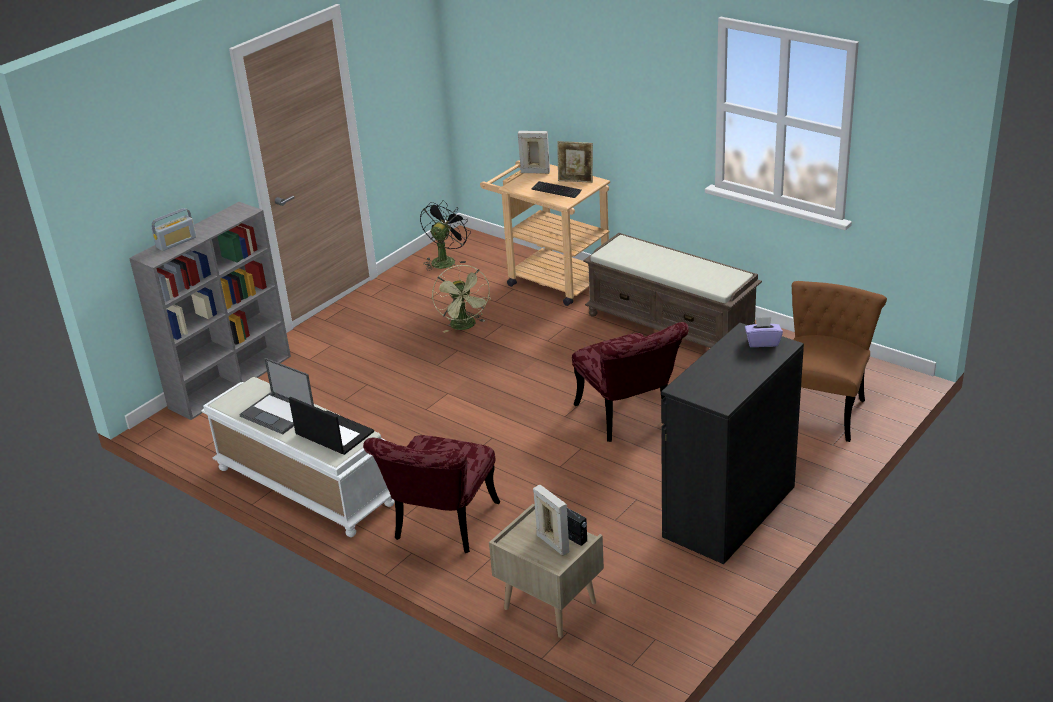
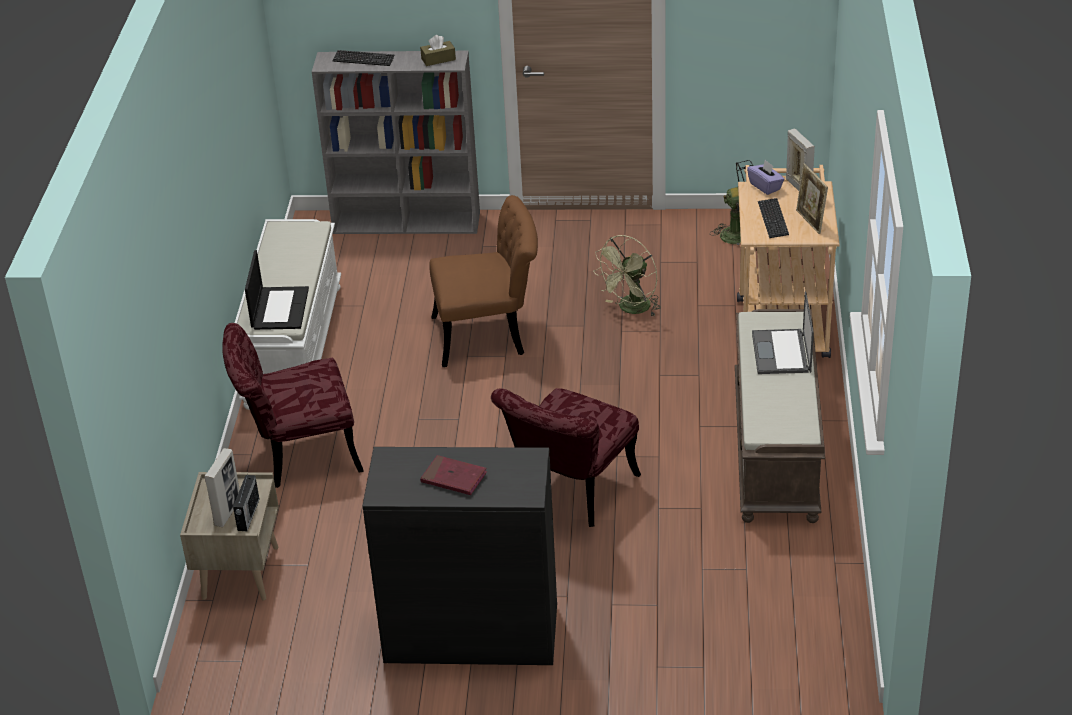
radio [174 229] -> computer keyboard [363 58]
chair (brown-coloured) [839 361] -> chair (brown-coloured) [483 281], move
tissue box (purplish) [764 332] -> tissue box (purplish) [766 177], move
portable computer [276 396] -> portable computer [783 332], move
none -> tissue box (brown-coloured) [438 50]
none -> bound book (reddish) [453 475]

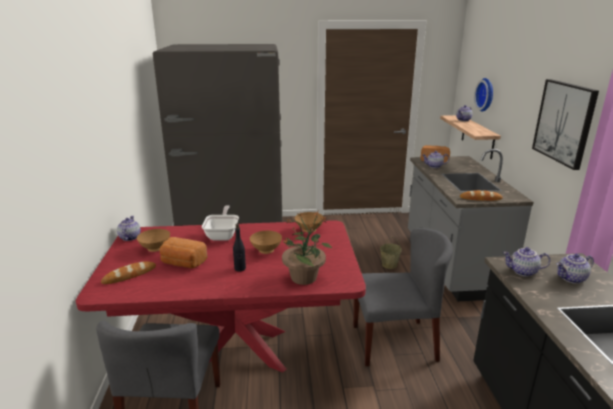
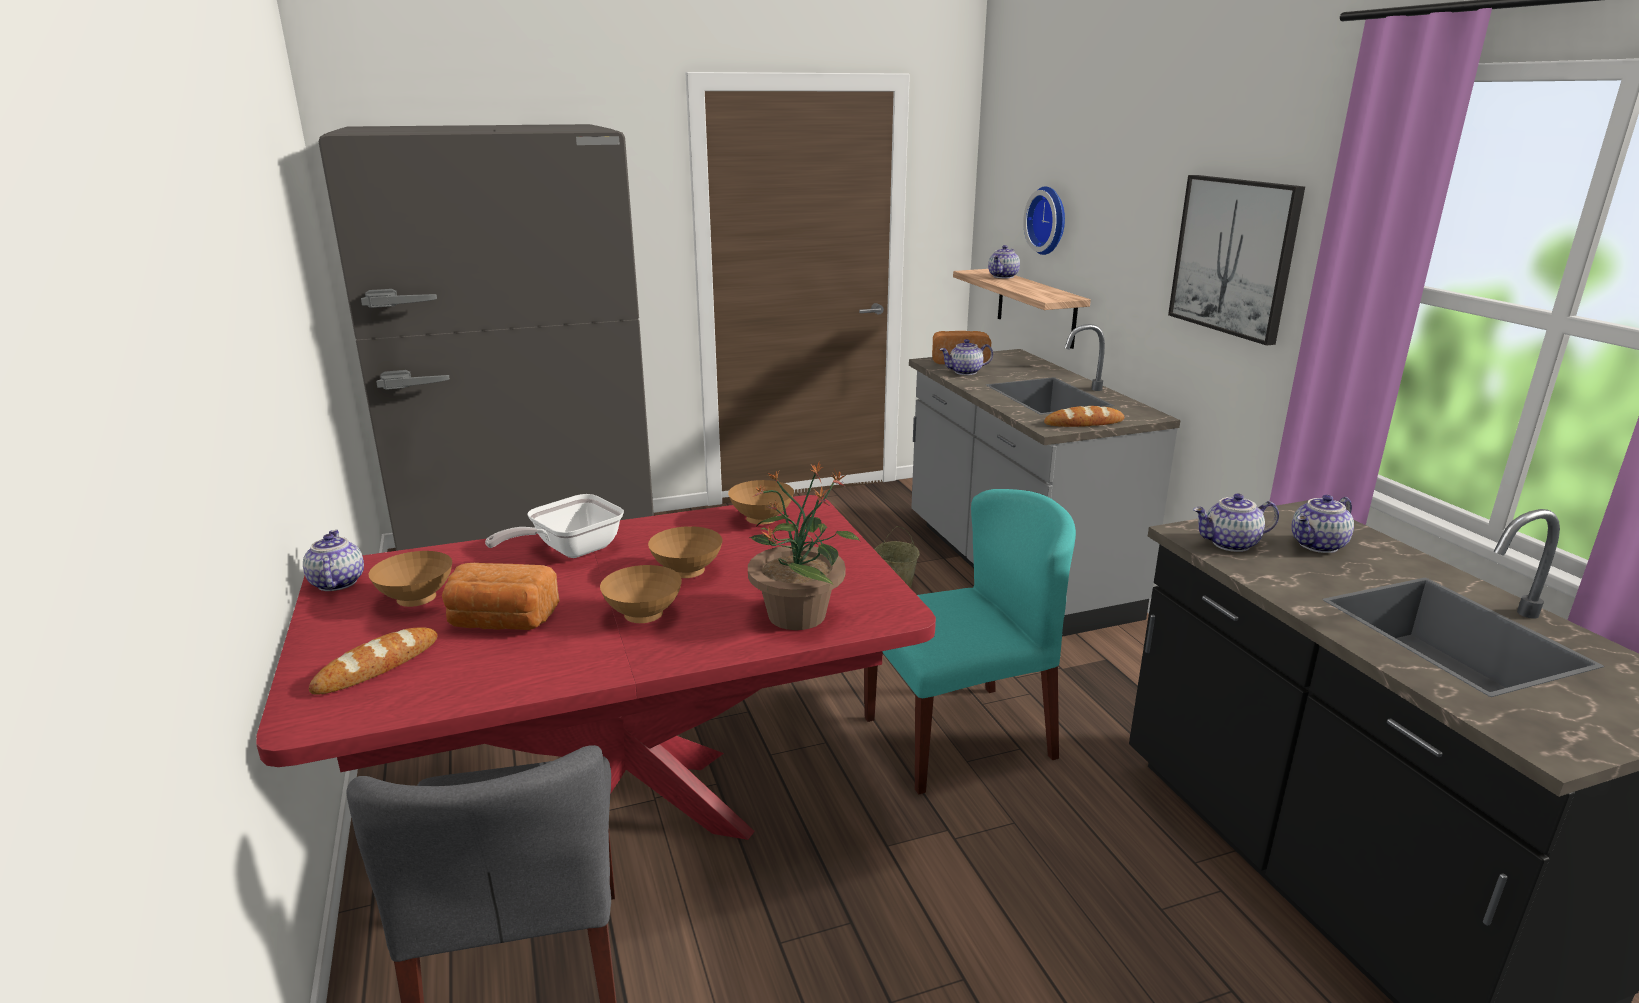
pan [220 223] -> pan [554 526], 120 degrees counterclockwise
bottle (black) [239 247] -> deep dish (brown-coloured) [641 594]
chair (gray) [403 297] -> chair (blue-green) [970 642]

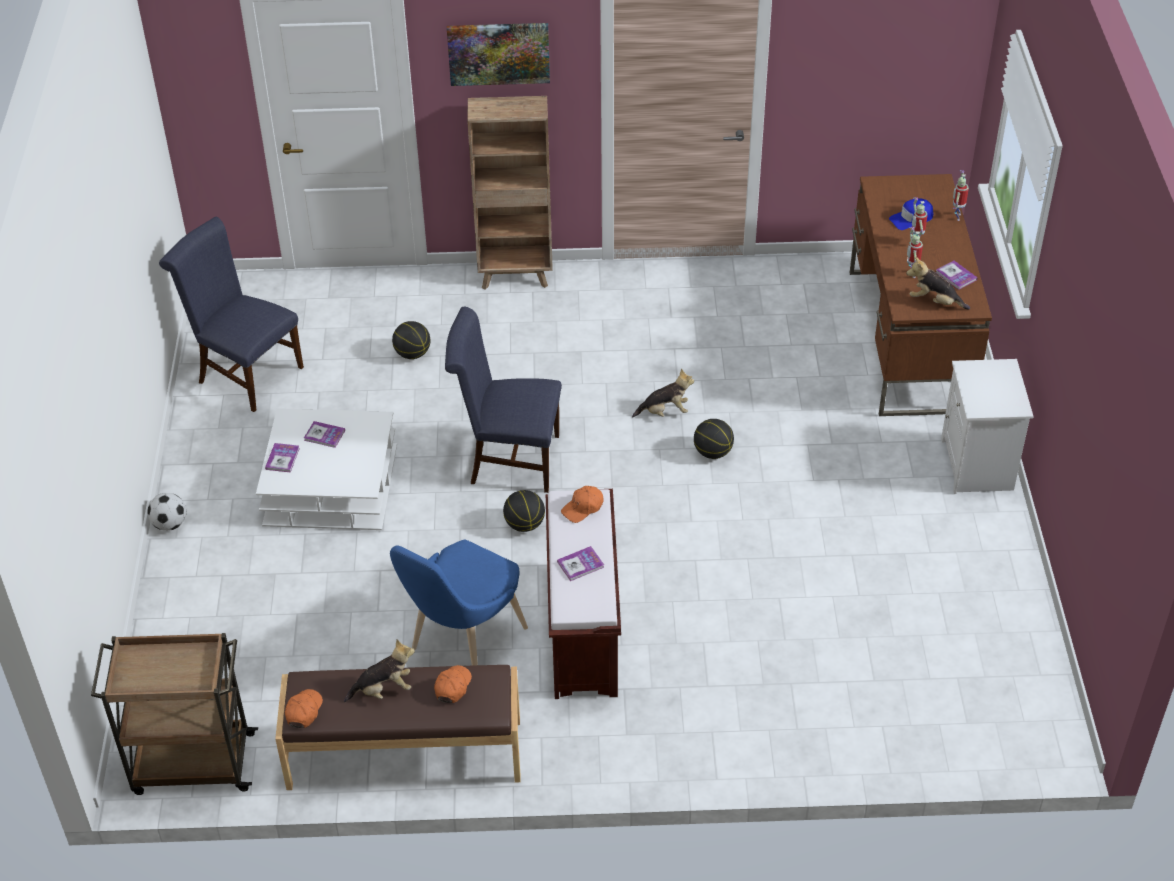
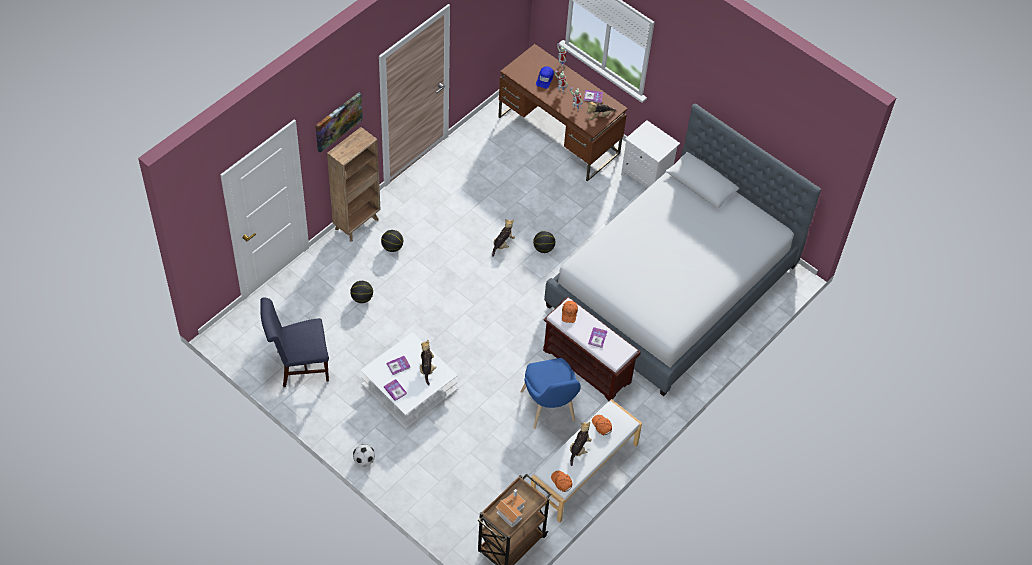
chair (bluish) [503 400] -> none
ball for basketball [524 511] -> ball for basketball [392 241], move
bench (brown-coloured) [398 727] -> bench (whitish) [586 460]
none -> sleeping bed [682 250]
none -> plush toy [428 362]
none -> miniature house [511 508]

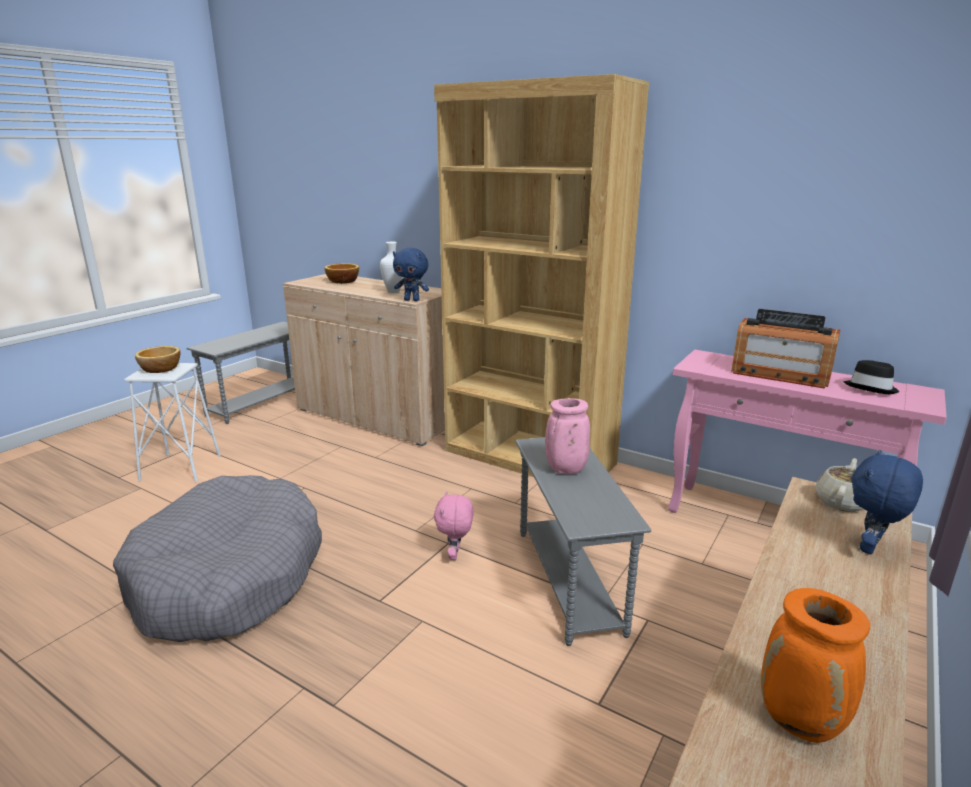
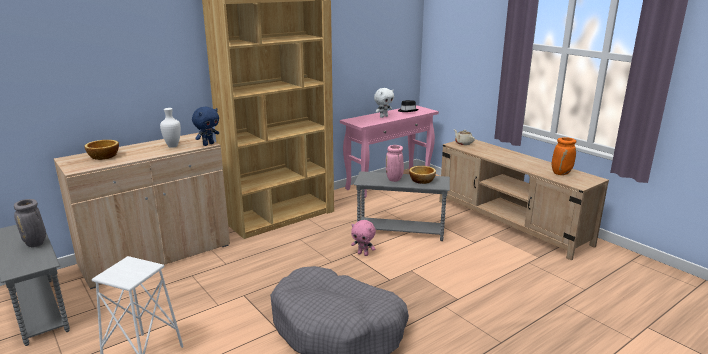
radio [785 349] -> plush toy (whitish) [384 103]
deep dish [158 359] -> deep dish [422 175], move
plush toy (bluish) [887 502] -> none
none -> flower vase (gray) [30 223]

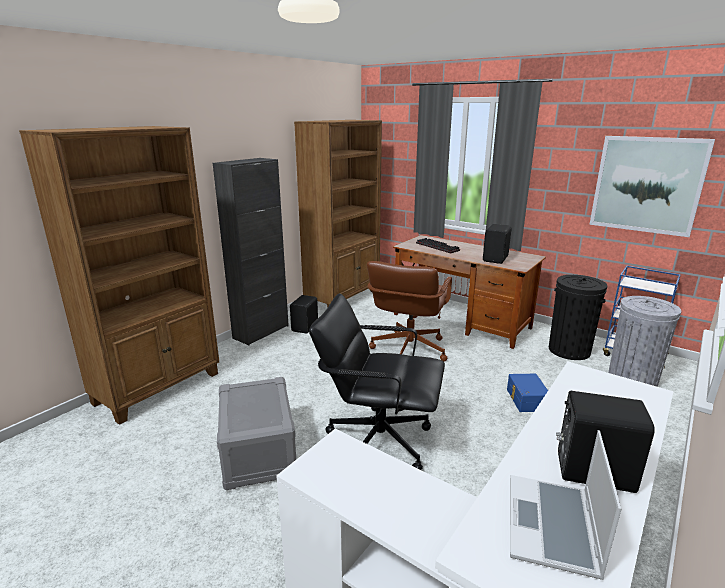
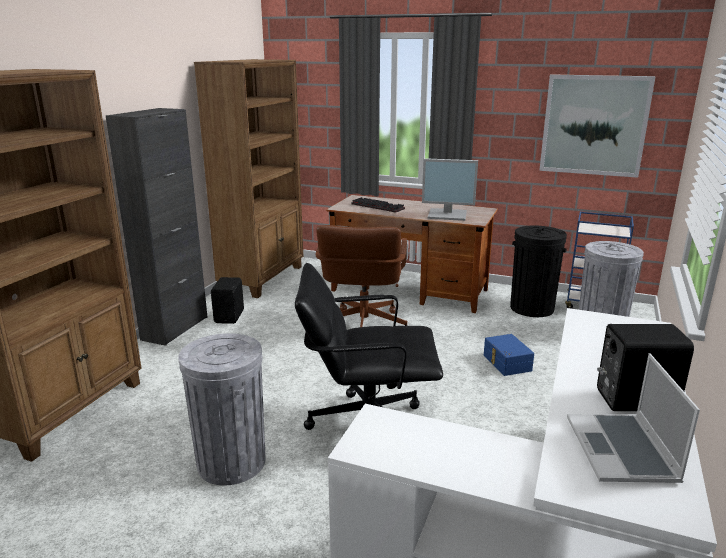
loudspeaker (black) [497 244] -> computer screen [450 189]
storage box (gray) [256 433] -> trash can (gray) [221 409]

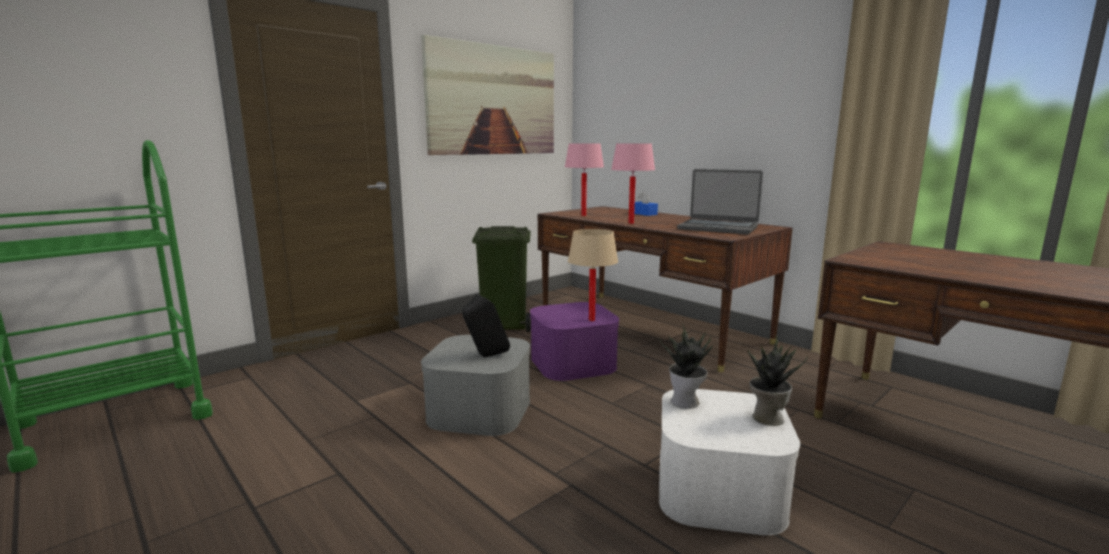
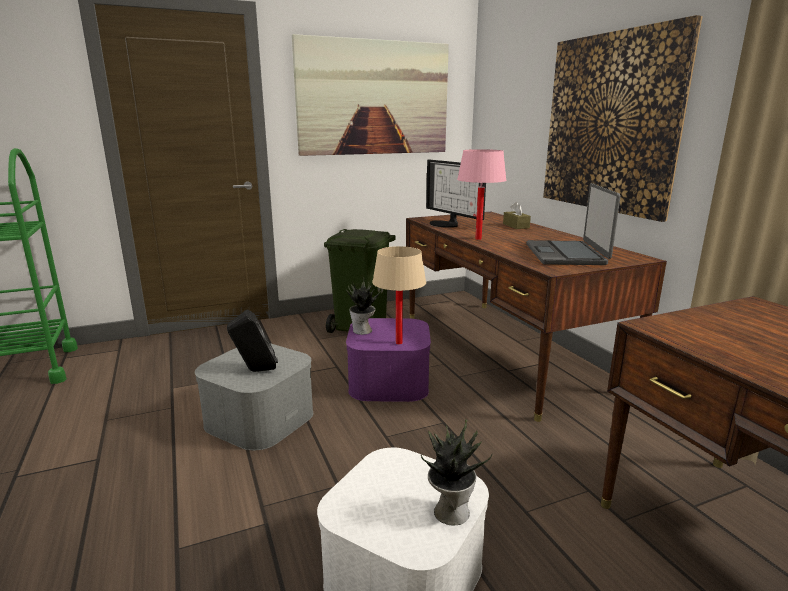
tabletop lamp (pink) [584 179] -> computer screen [456 194]
portable computer [720 202] -> portable computer [573 224], 45 degrees clockwise
tissue box (bluish) [646 204] -> tissue box (brown-coloured) [517 215]
houseplant [686 366] -> houseplant [364 307], move
none -> wall art [623 118]

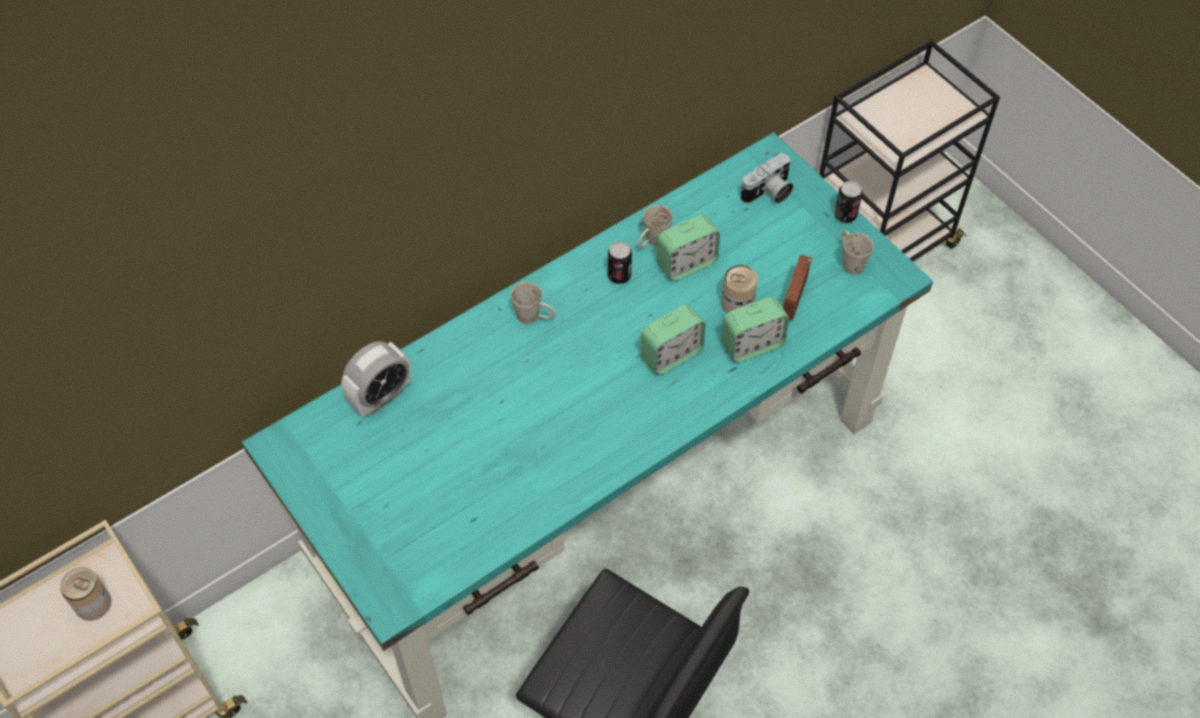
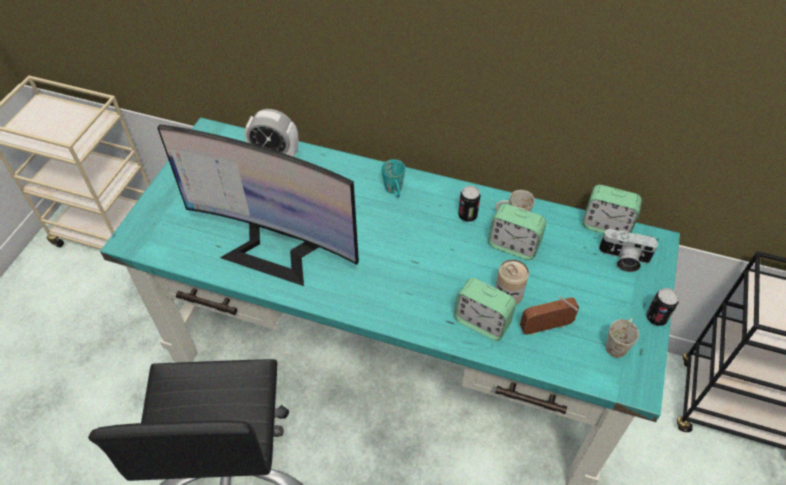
tea mug (whitish) [533 303] -> tea mug (blue-green) [393 178]
bedside clock [673 339] -> bedside clock [612 209], move
can [85 594] -> none
none -> computer screen [258 205]

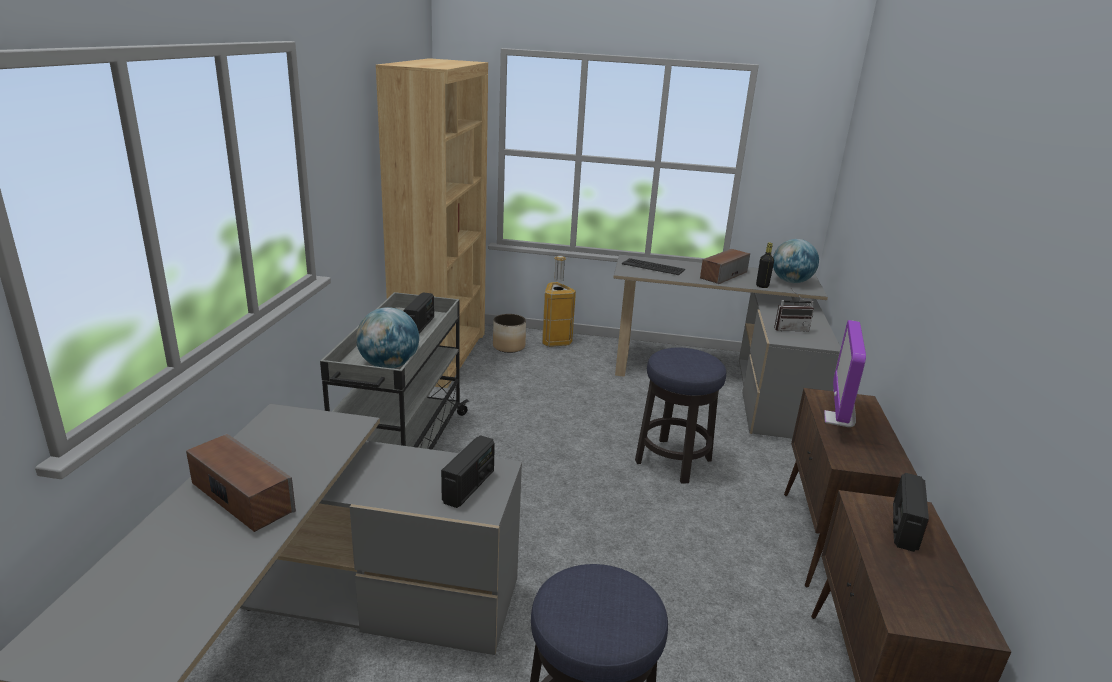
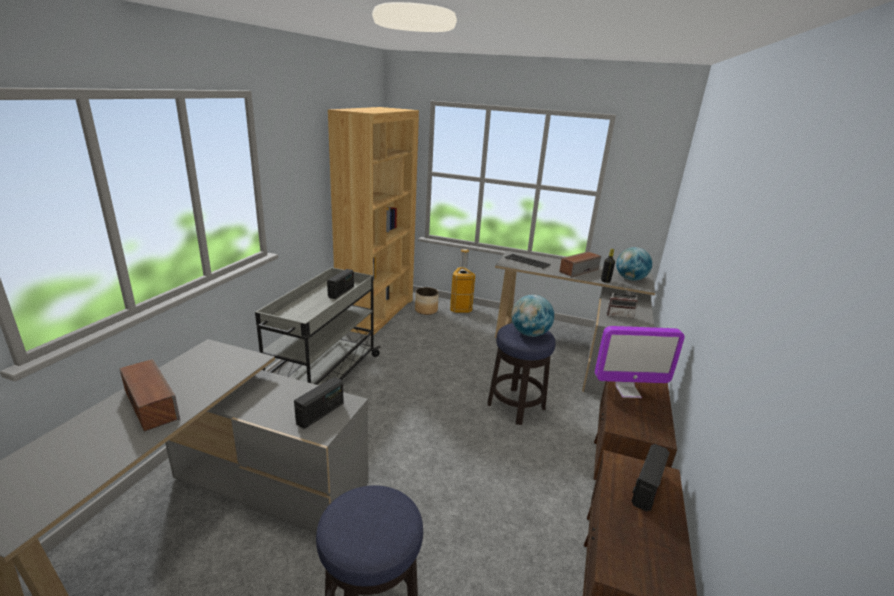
desk globe [387 338] -> desk globe [533 316], move
computer screen [845 373] -> computer screen [639 362], 120 degrees counterclockwise

